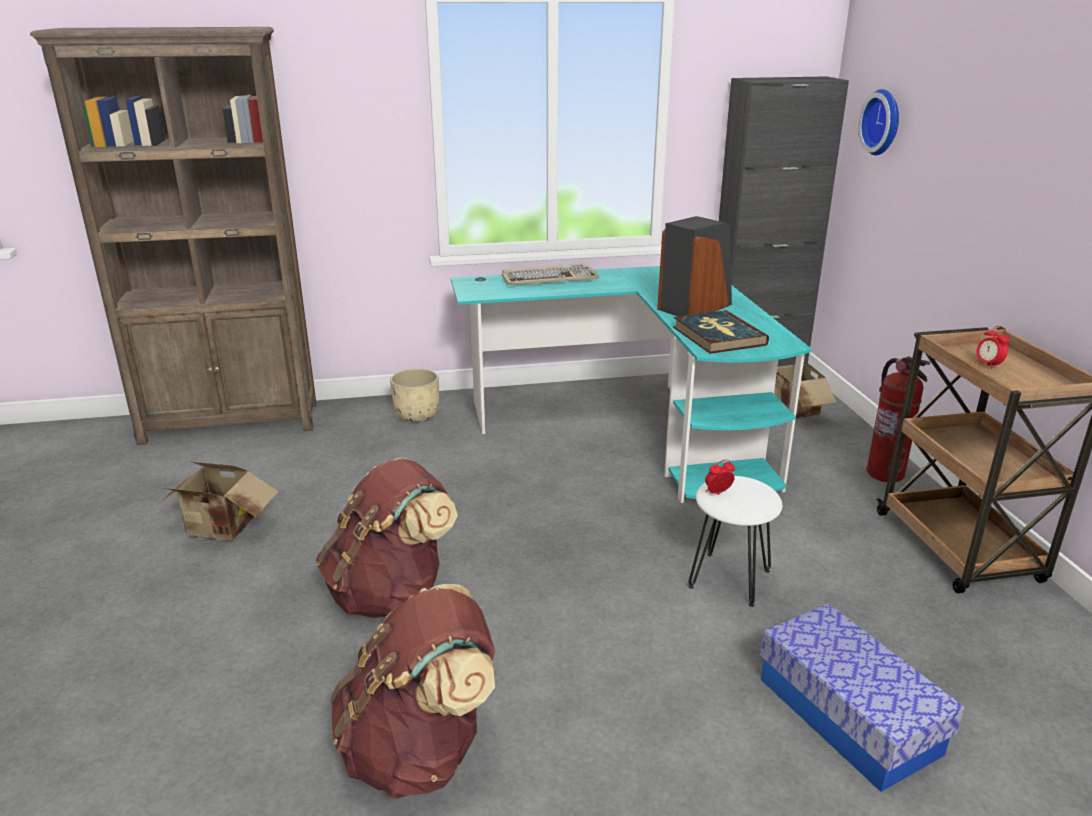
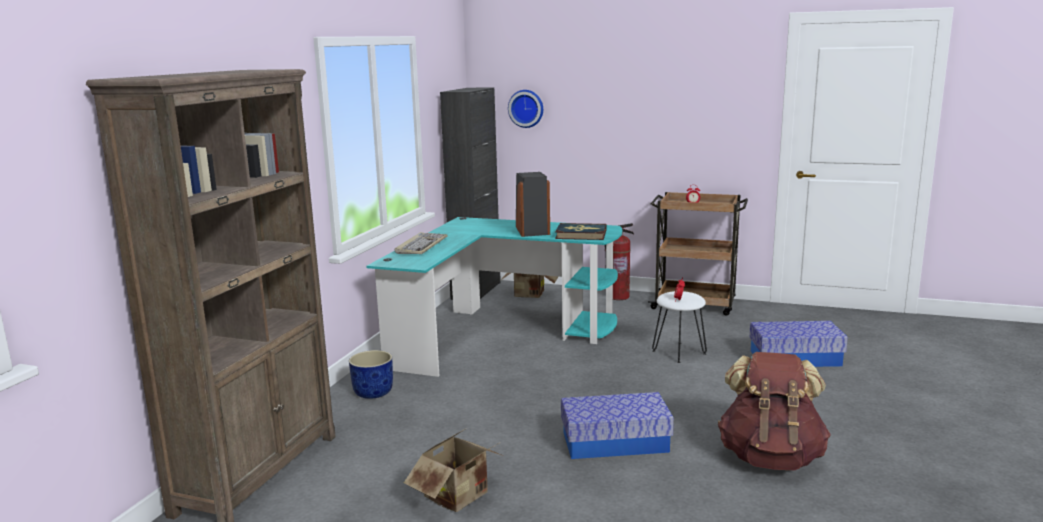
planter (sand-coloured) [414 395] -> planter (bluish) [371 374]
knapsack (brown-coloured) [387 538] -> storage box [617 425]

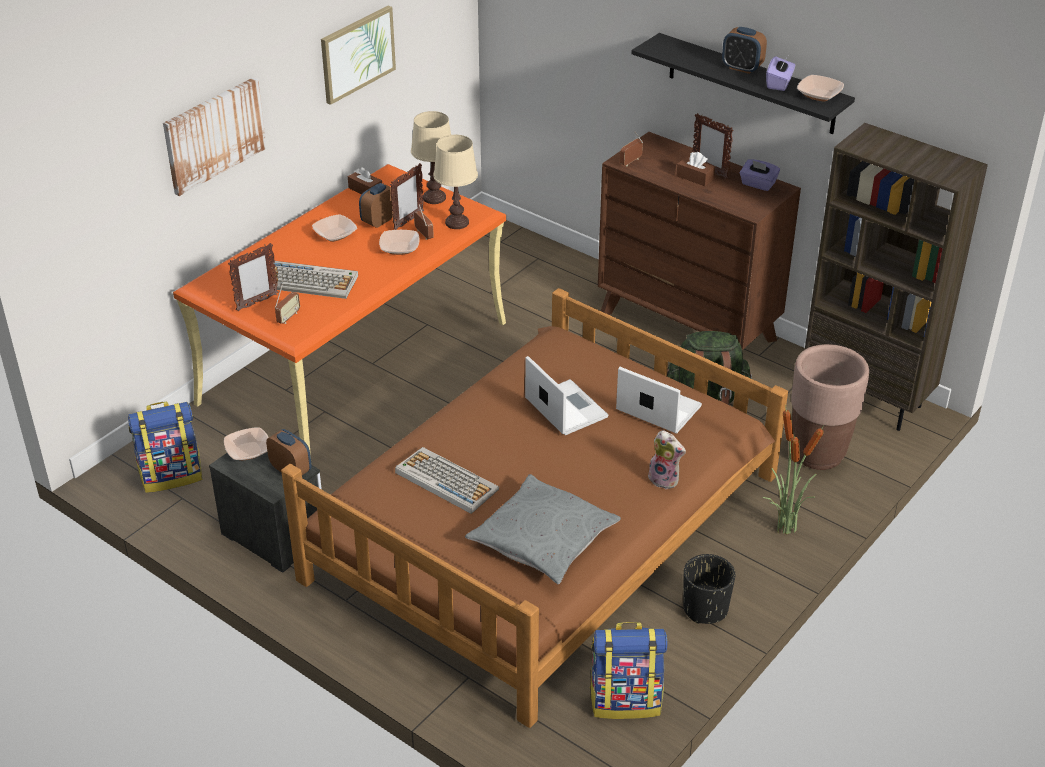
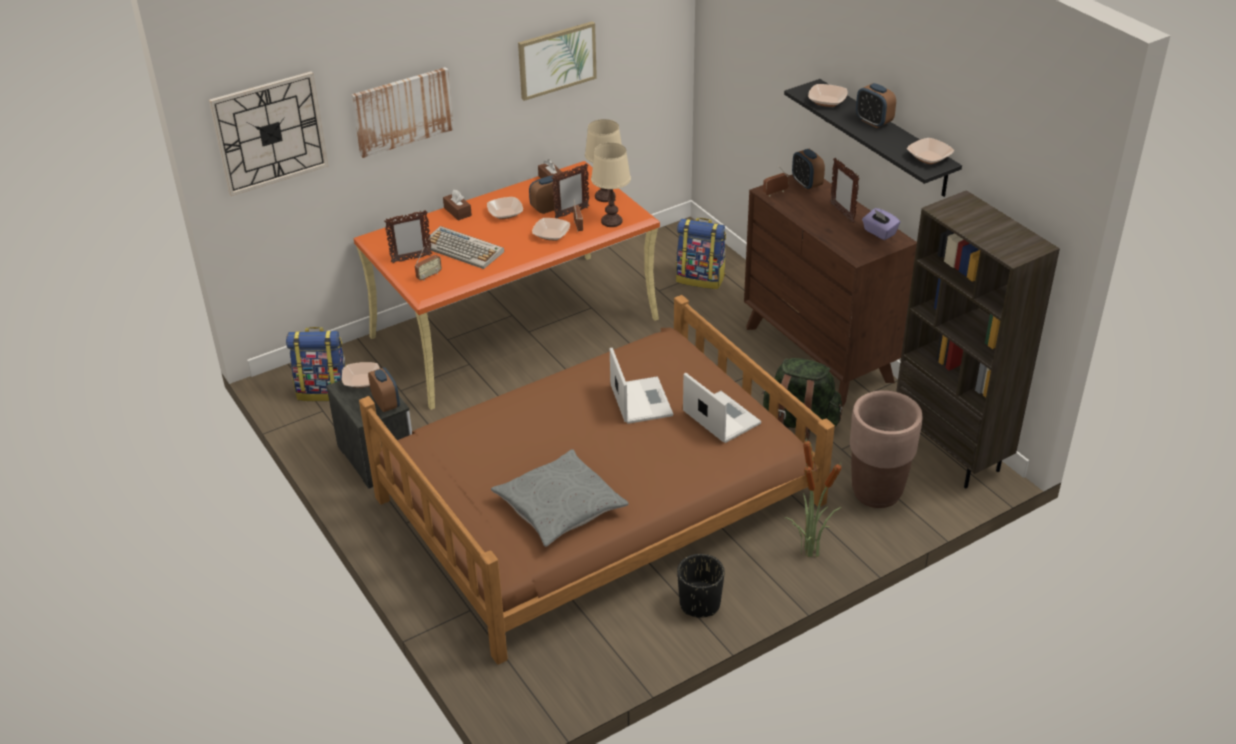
tissue box (purplish) [780 73] -> none
tissue box (brown-coloured) [696 169] -> tissue box (brown-coloured) [457 205], move
plush toy [667 460] -> none
computer keyboard [447 480] -> none
knapsack [628 670] -> knapsack [701 253], move
none -> hanging clock [268 133]
none -> deep dish [828 95]
none -> bedside clock [808 169]

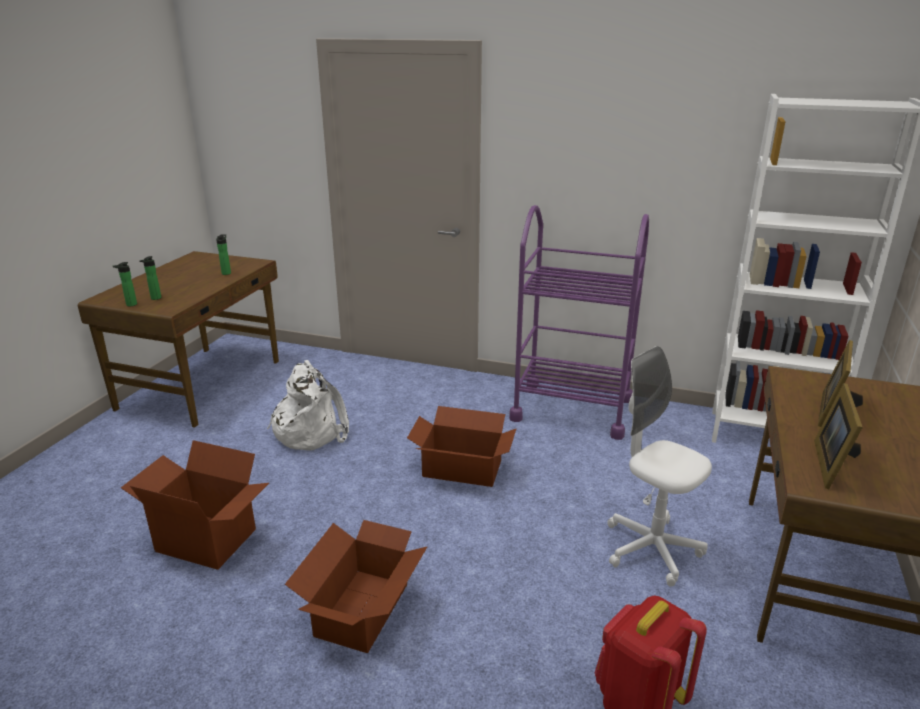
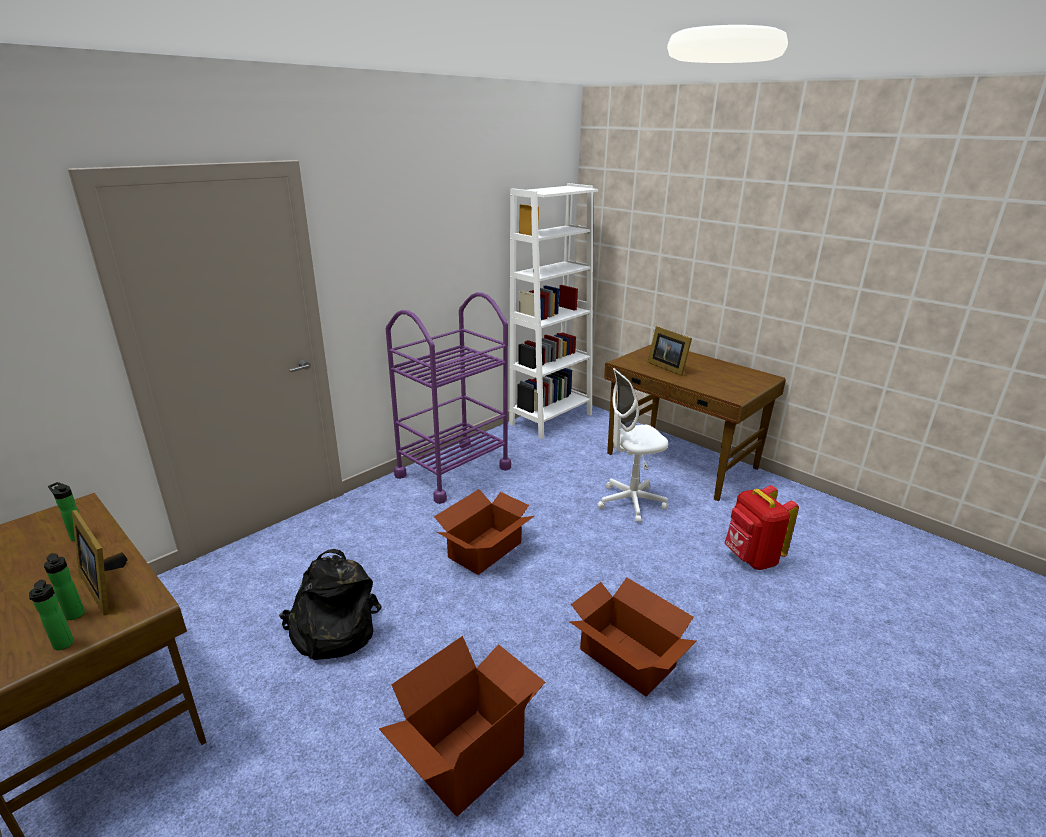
knapsack (whitish) [308 405] -> knapsack (black) [330 604]
standing frame [838 436] -> standing frame [100 562], move

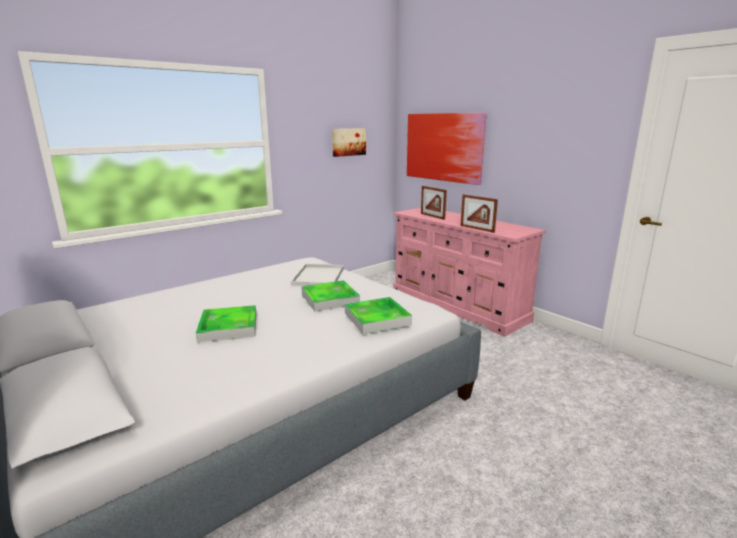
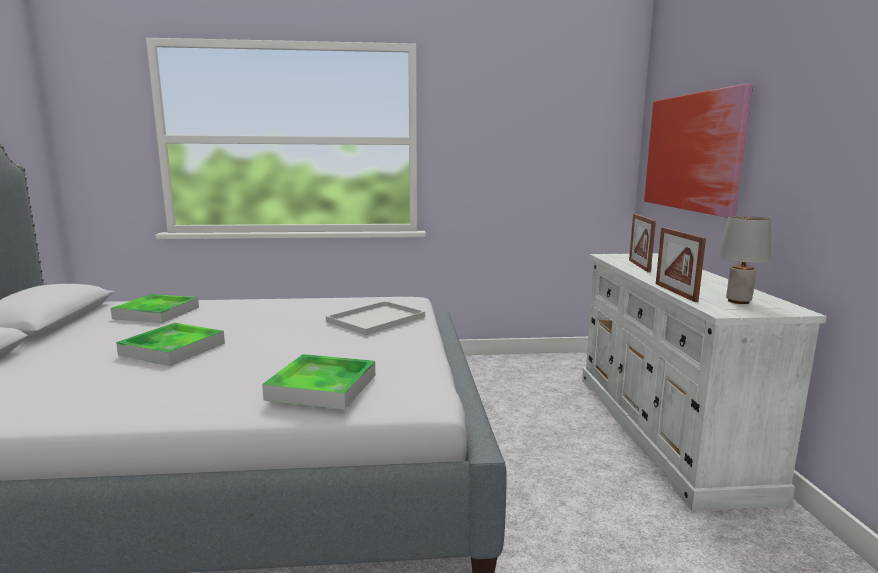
wall art [349 142] -> none
dresser (pink) [469 272] -> dresser (whitish) [704 382]
serving tray [330 296] -> serving tray [154 308], move
none -> tabletop lamp (gray) [745 260]

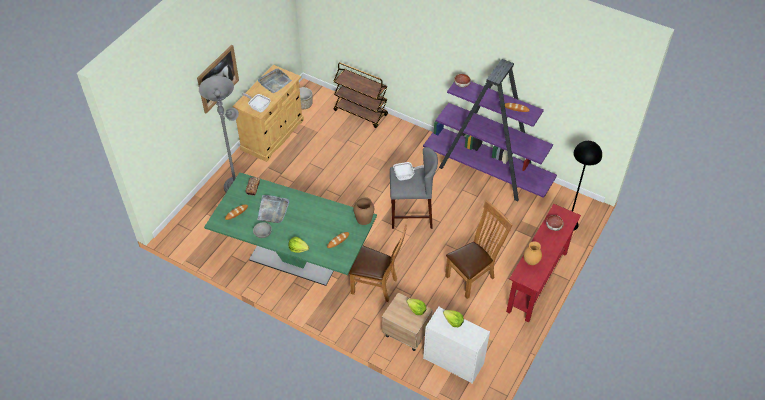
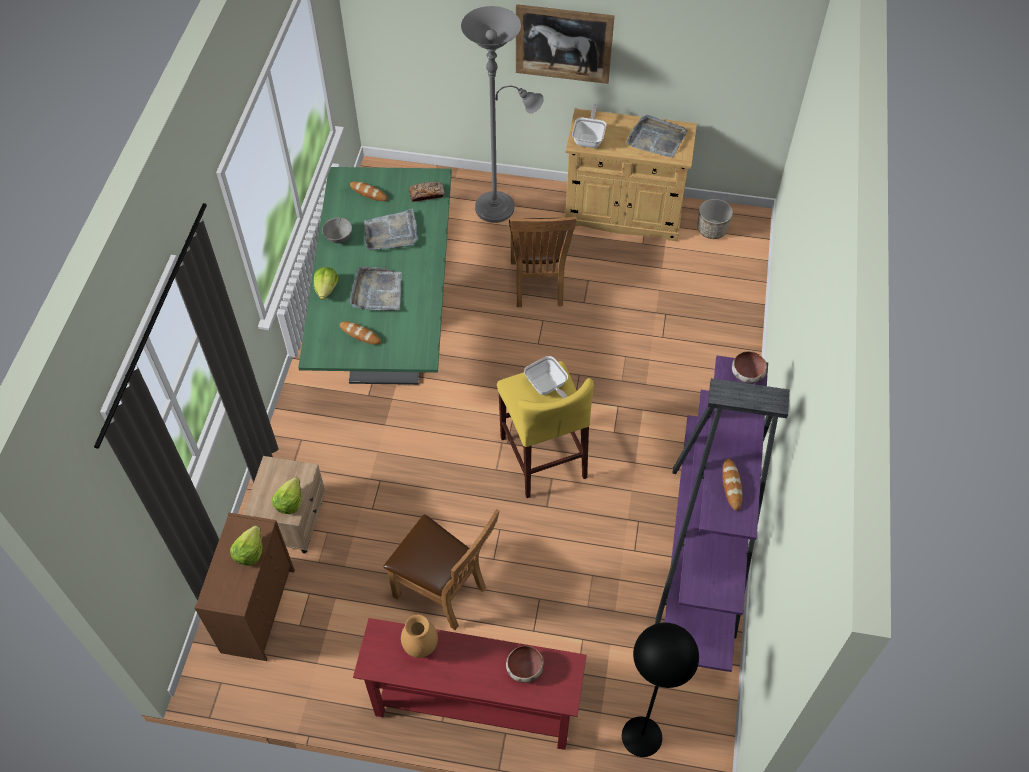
trolley (brown-coloured) [360 95] -> none
sitting stool (gray) [414 188] -> sitting stool (yellow) [545 429]
flower vase (brown-coloured) [363 211] -> none
chair (brown-coloured) [377 263] -> chair (brown-coloured) [543 262], move
dresser (whitish) [456 345] -> dresser (brown-coloured) [244 587]
none -> serving tray (gray) [375 289]

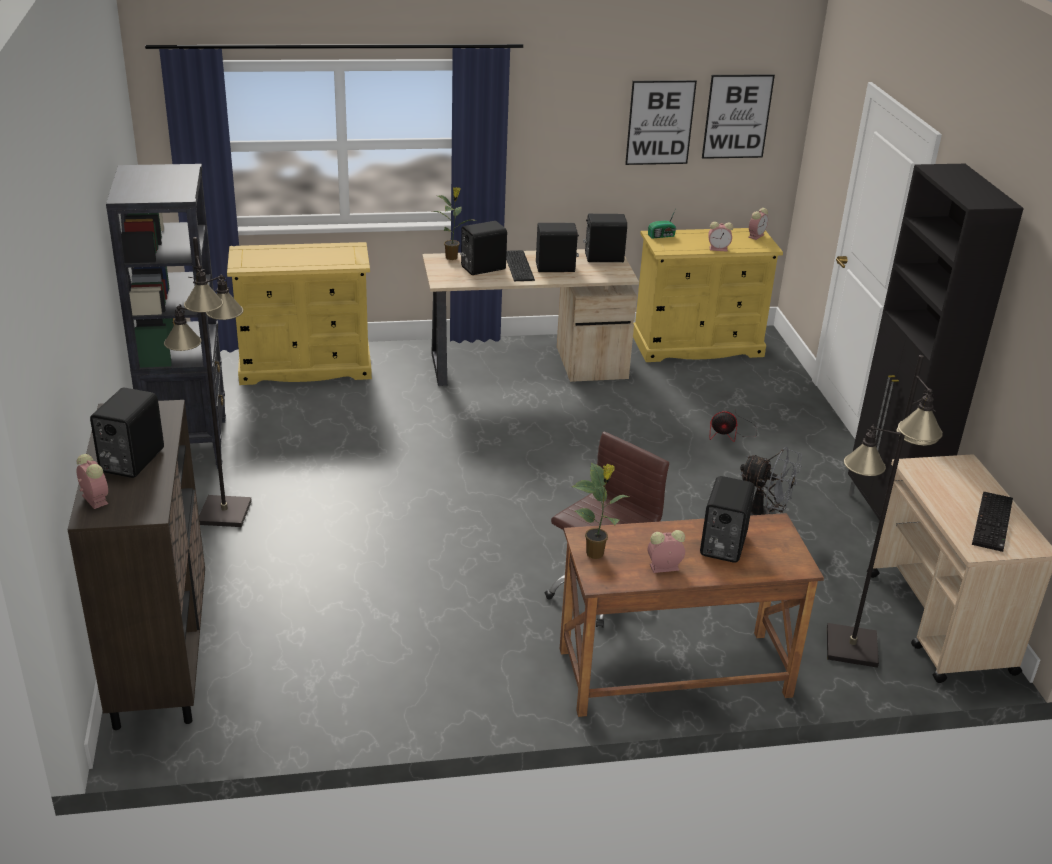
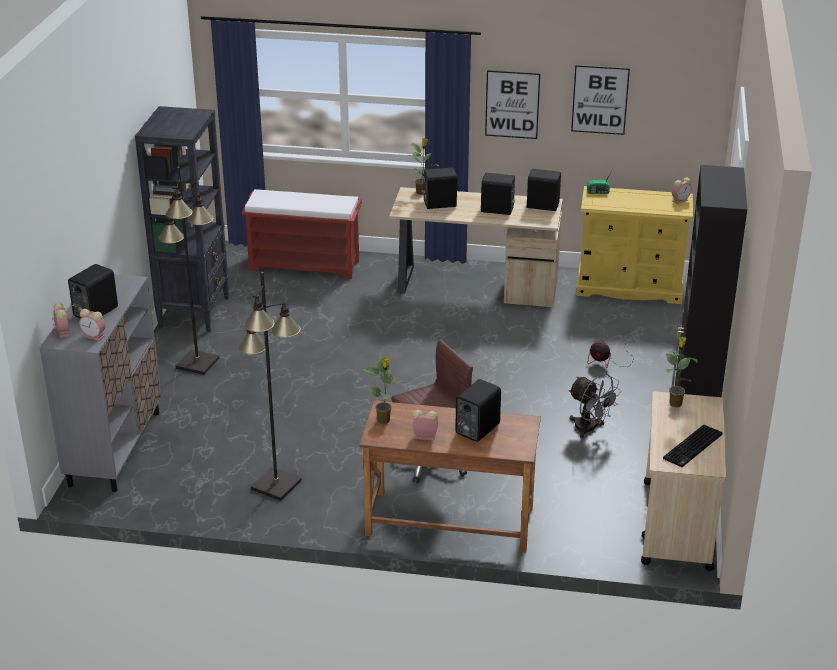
wall art [738 116] -> wall art [512 104], move
bedside clock [720 237] -> bedside clock [92 325], move
dresser (yellow) [299 313] -> bench (reddish) [301 234]
computer keyboard [520 265] -> none
standard lamp (black) [885 511] -> standard lamp (black) [270 386], move
cupboard (brown-coloured) [136 565] -> cupboard (gray) [101 383]
none -> houseplant [682 372]

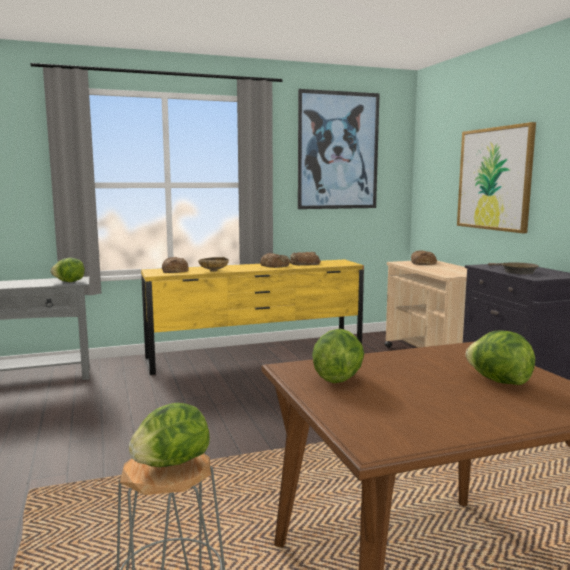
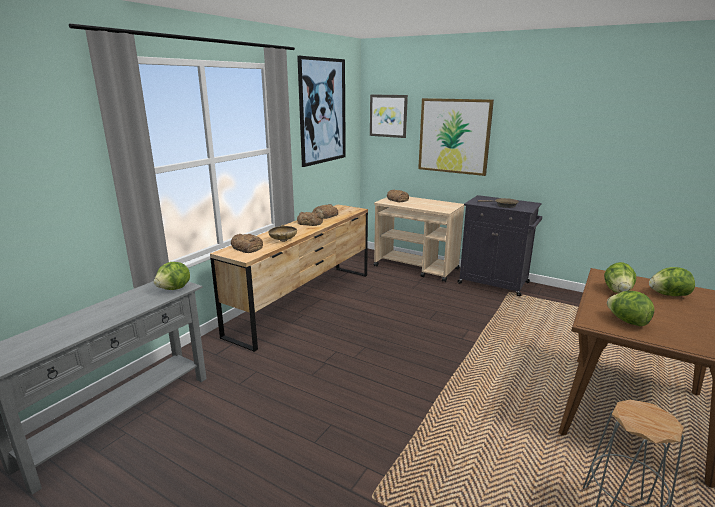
dresser (yellow) [252 317] -> dresser (brown-coloured) [289 278]
lettuce [169 435] -> lettuce [620 277], move
none -> wall art [389 116]

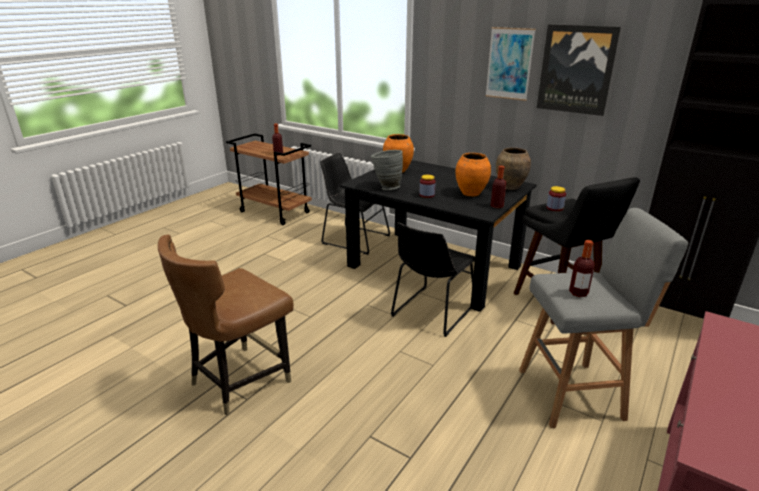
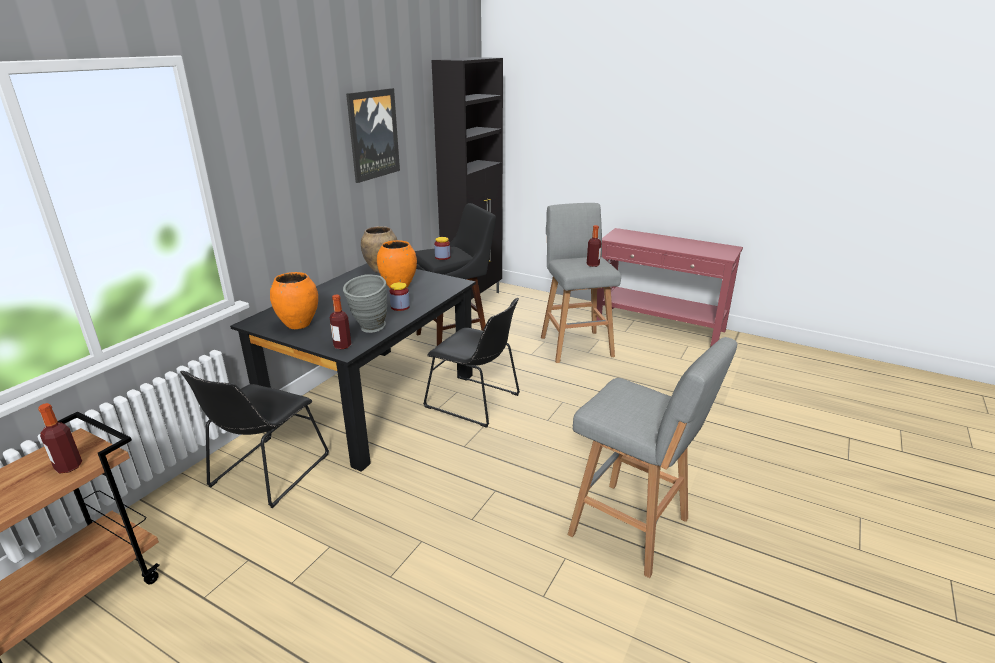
wall art [510 64] -> none
bottle [498 187] -> bottle [340 322], move
chair (brown-coloured) [226 324] -> sitting stool (gray) [652 457]

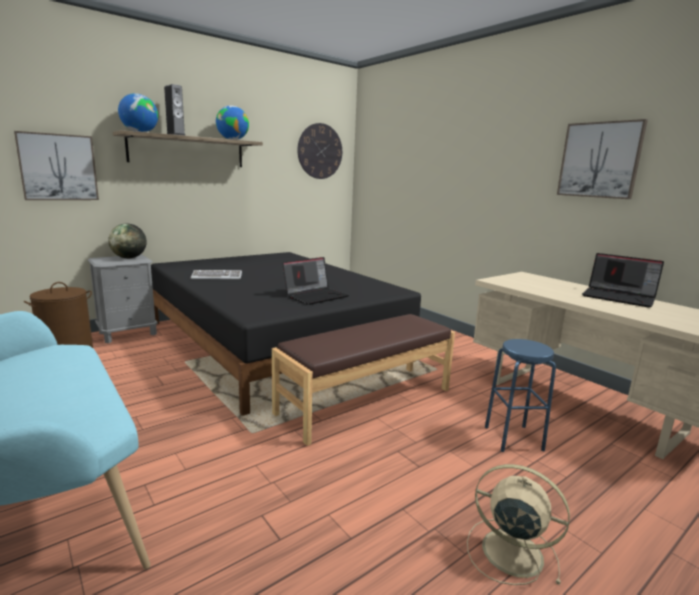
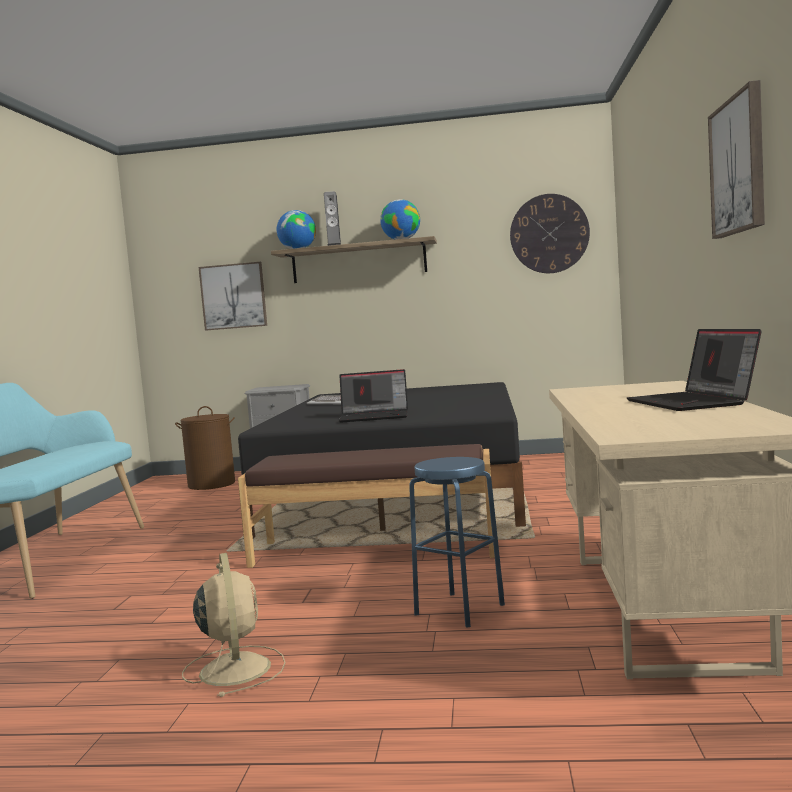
desk globe [127 241] -> none

